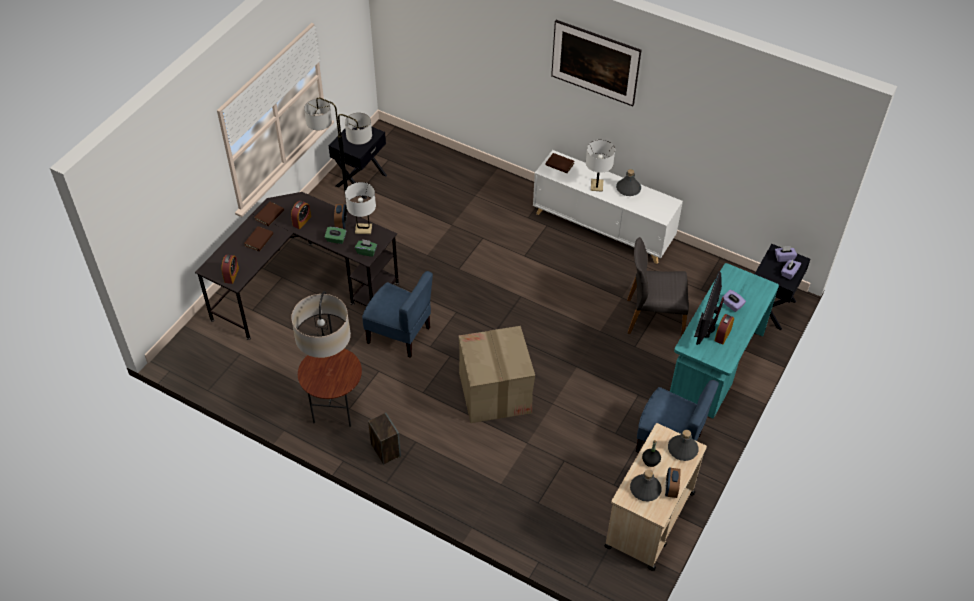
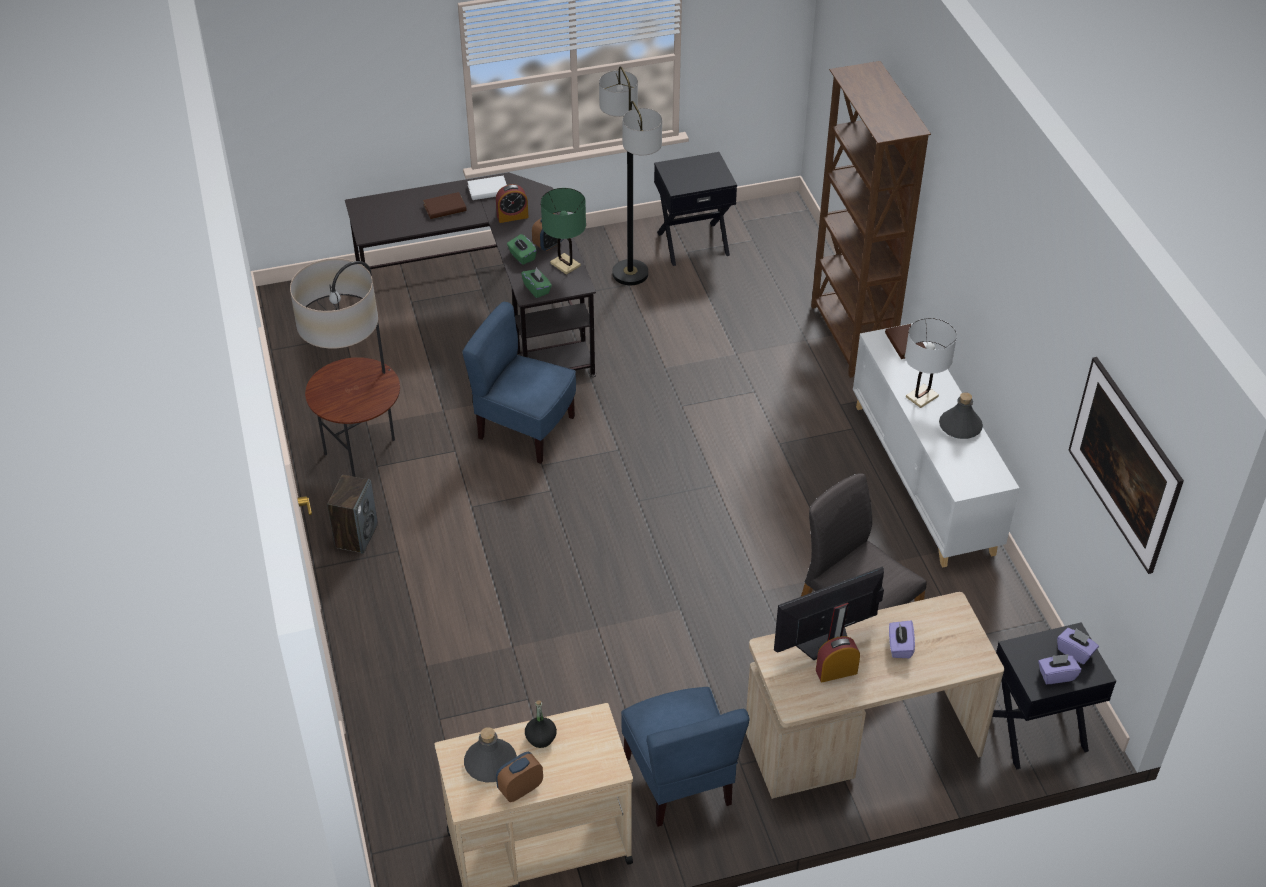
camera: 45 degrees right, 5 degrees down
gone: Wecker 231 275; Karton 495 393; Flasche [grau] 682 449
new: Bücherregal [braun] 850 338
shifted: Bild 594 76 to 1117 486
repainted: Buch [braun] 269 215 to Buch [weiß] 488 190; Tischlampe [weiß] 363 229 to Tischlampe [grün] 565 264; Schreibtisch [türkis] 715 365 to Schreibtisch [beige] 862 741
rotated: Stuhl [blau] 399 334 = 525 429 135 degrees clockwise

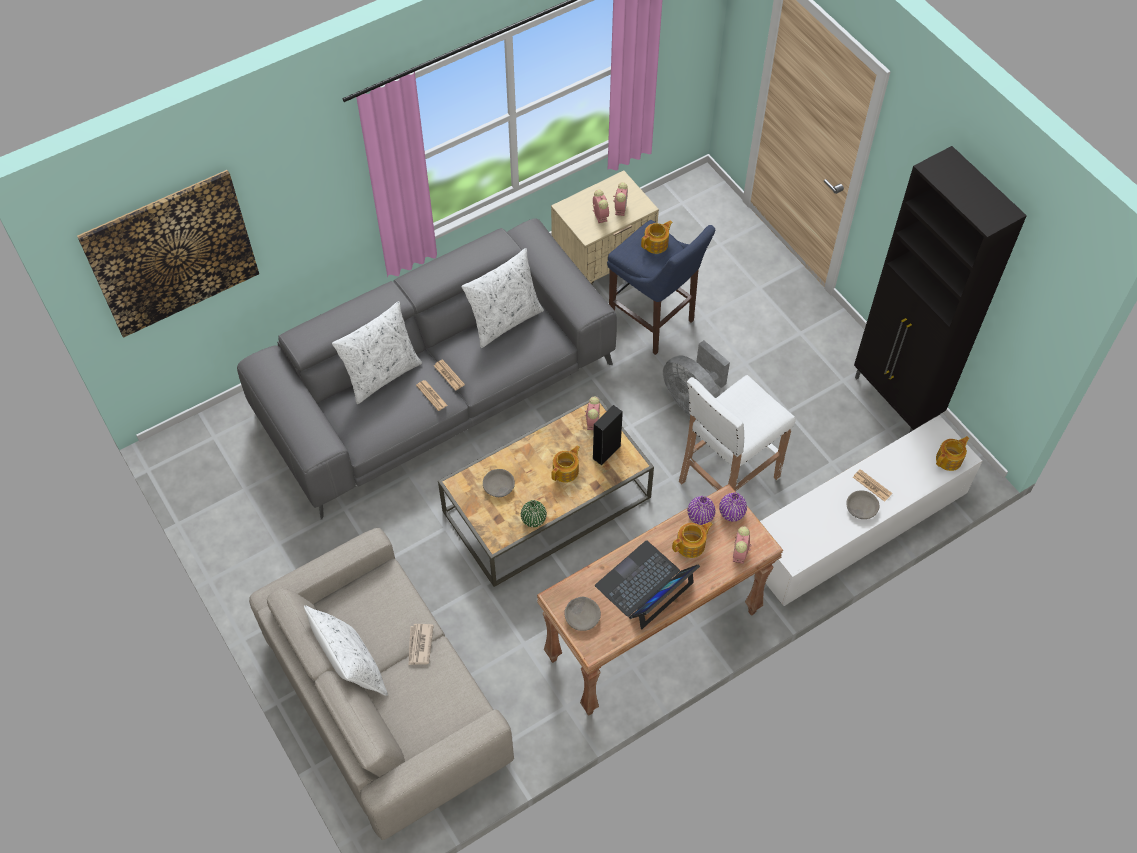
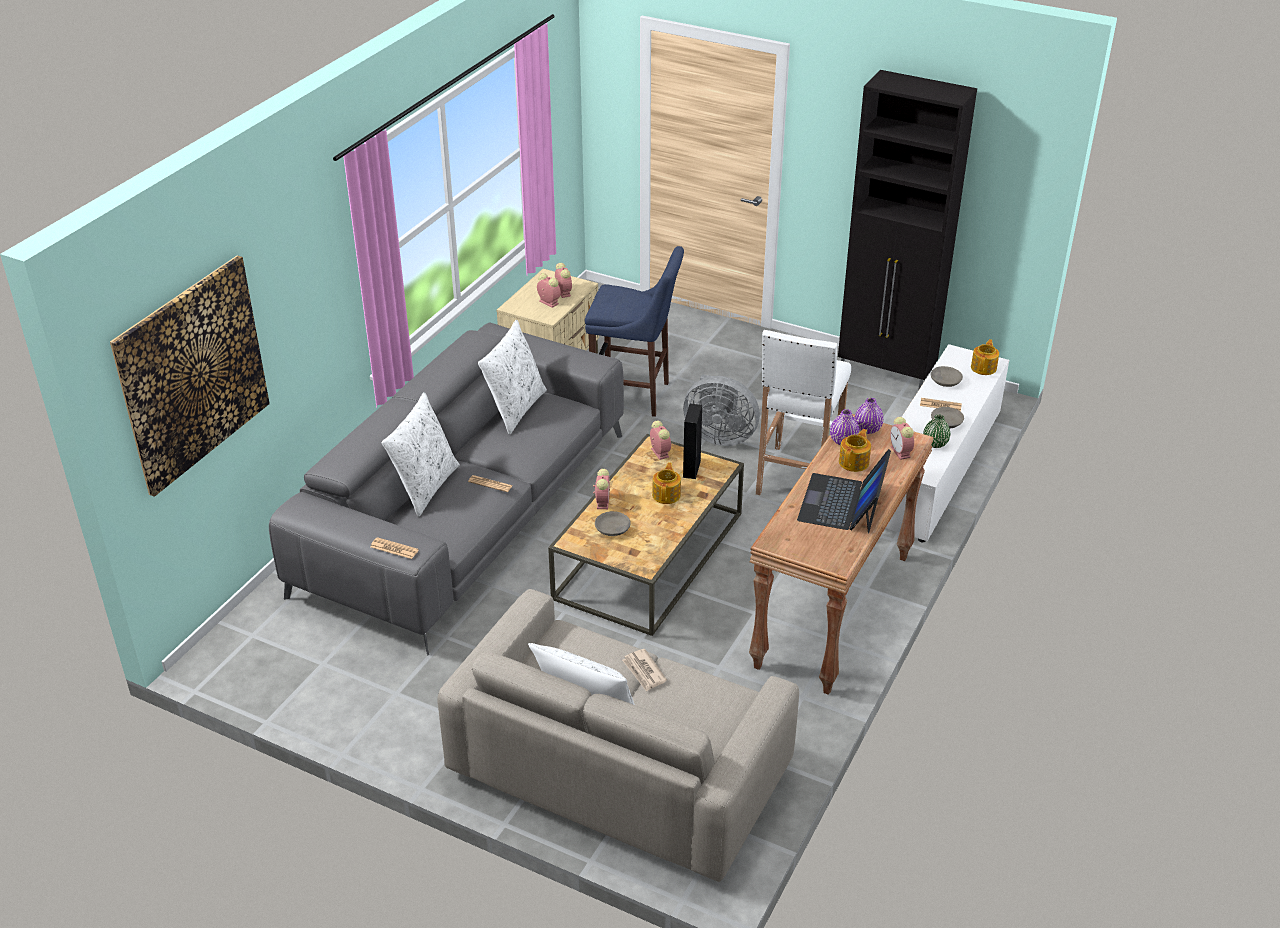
camera: 30 degrees left, 20 degrees down
gone: Teekanne 656 244
new: Wecker 602 501
shifted: Zeitung 449 375 to 394 549; Vase [grün] 533 519 to 935 443; Schüssel [grau] 582 616 to 945 381

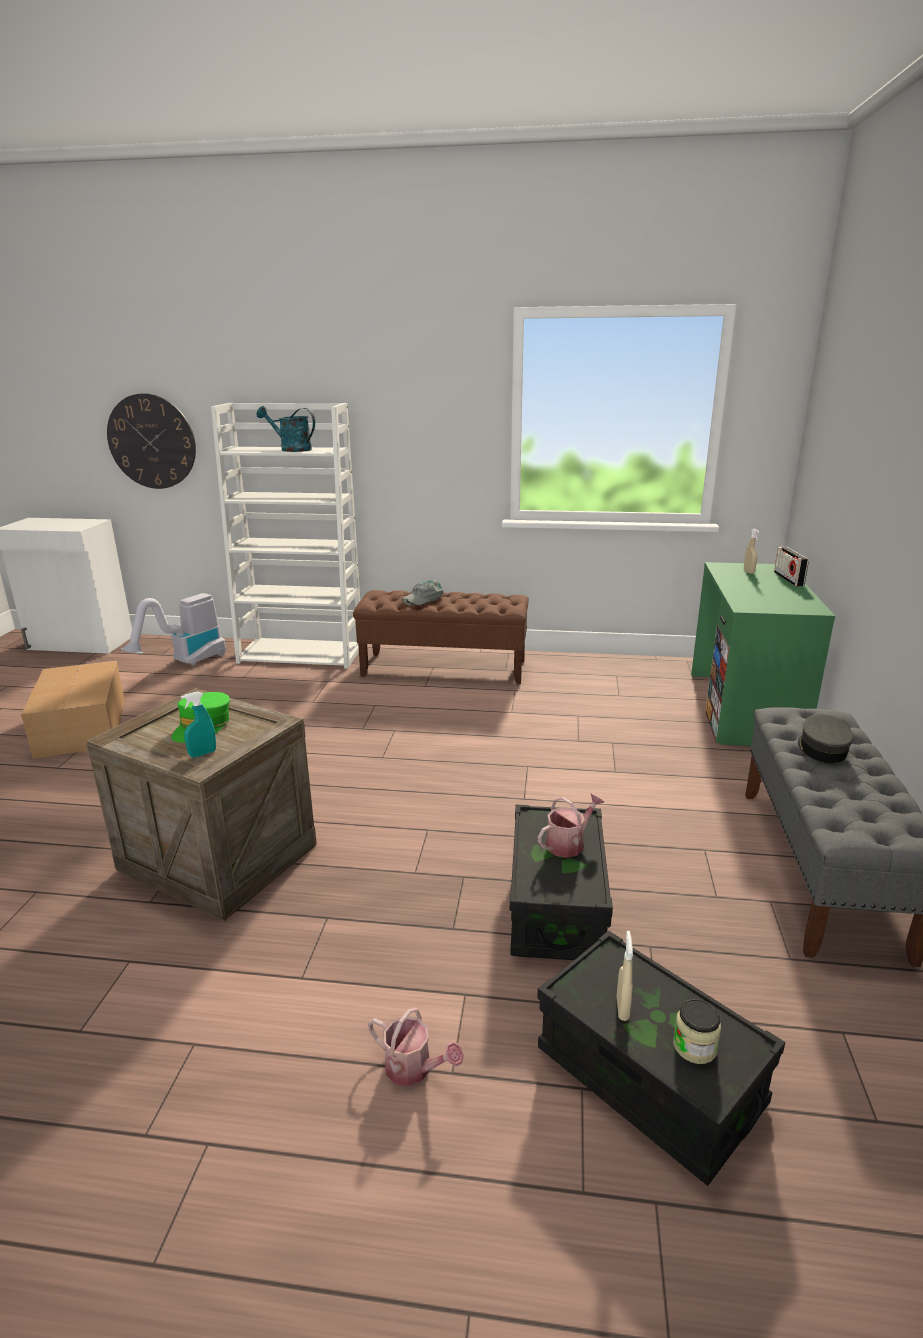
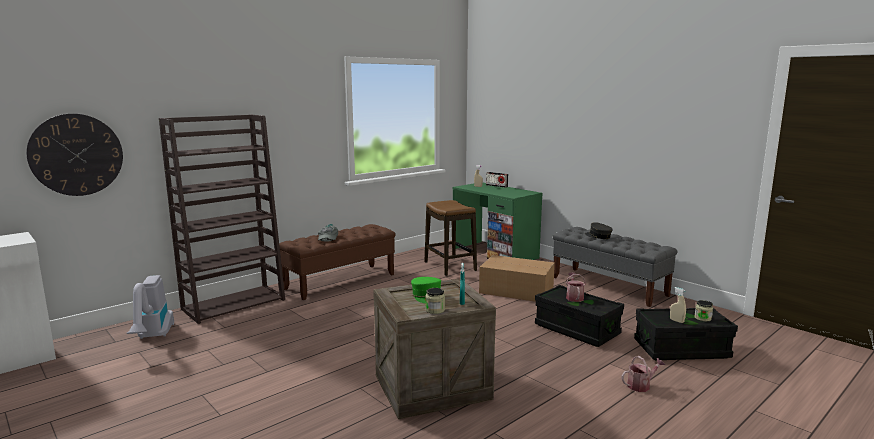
camera: 50 degrees left, 10 degrees down
gone: Gießkanne [türkis] 291 449
new: Hocker 449 266; Vorratsglas 435 310
shifted: Karton 81 728 to 517 291
repainted: Bücherregal [weiß] 303 654 to Bücherregal [braun] 234 304

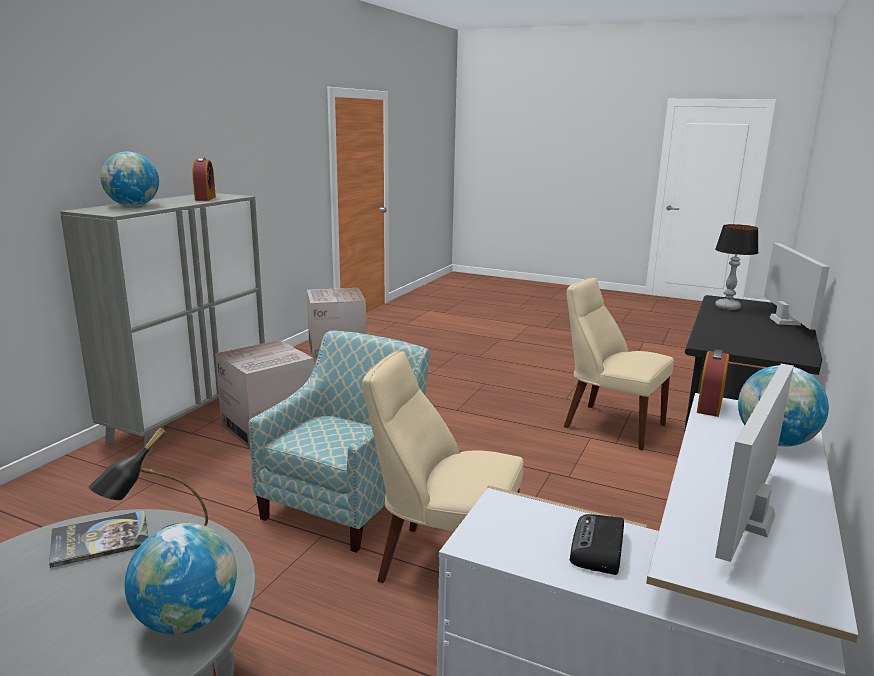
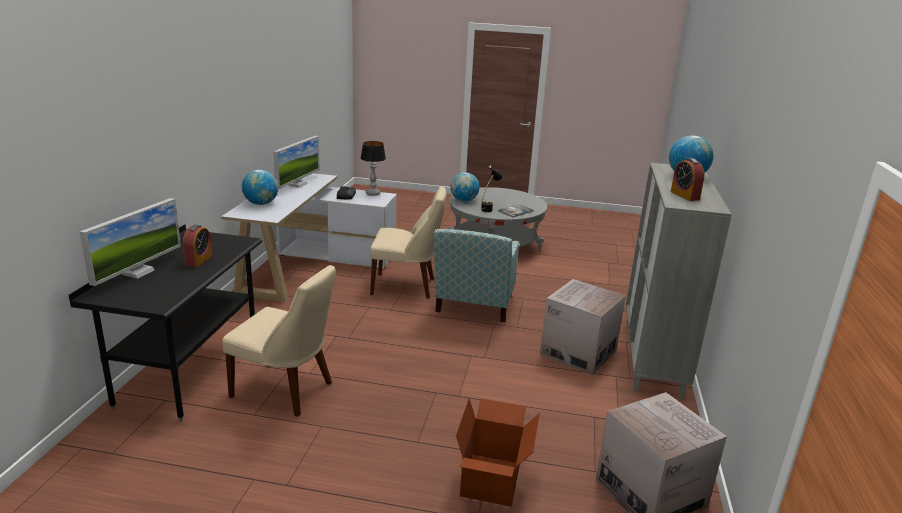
camera: 165 degrees right, 5 degrees up
new: Karton 492 480
shifted: Wecker 709 406 to 199 260; Tischlampe 727 307 to 373 193
rotated: Monitor 784 321 = 138 272 150 degrees counterclockwise

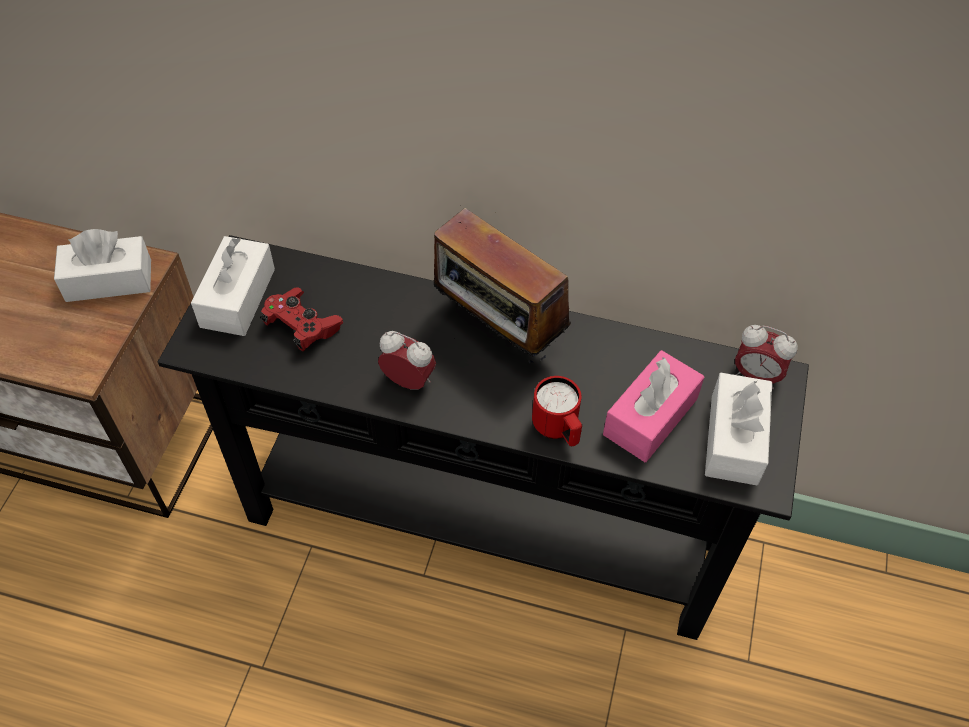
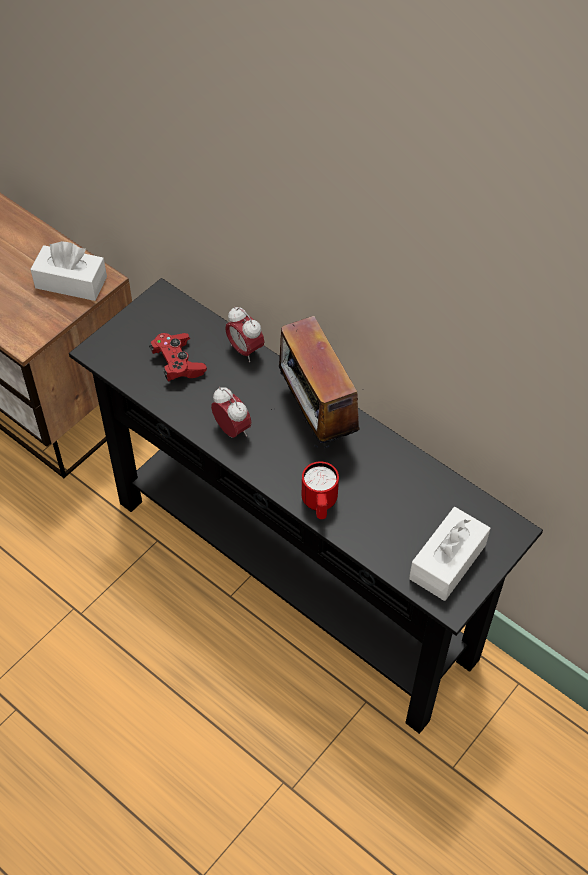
camera: 25 degrees right, 0 degrees up
gone: Taschentuchbox [weiß] 238 298; Taschentuchbox [rosa] 650 417
shifted: Wecker 756 376 to 245 350

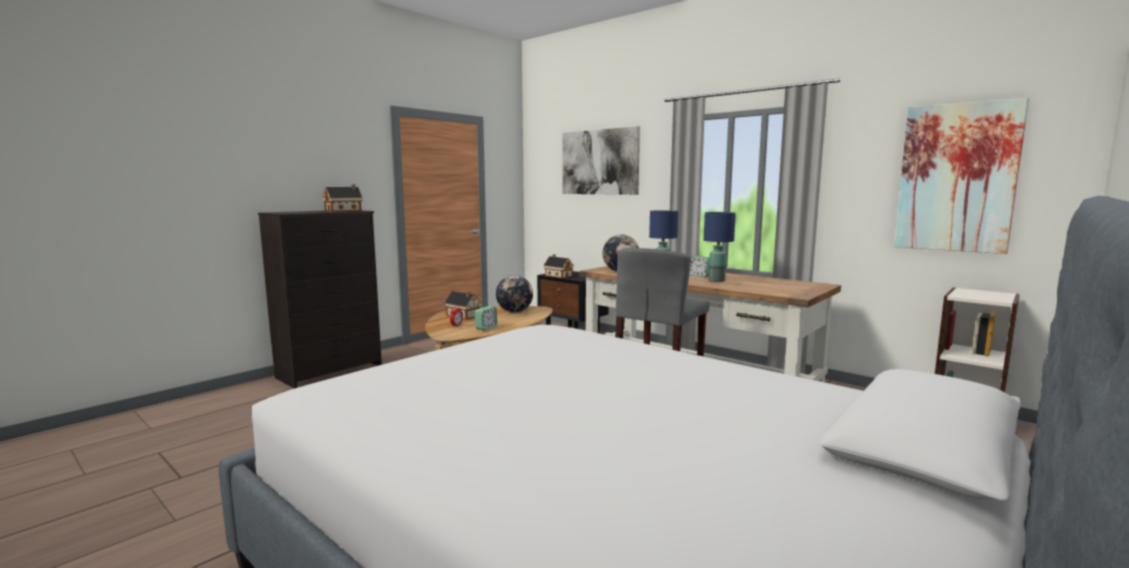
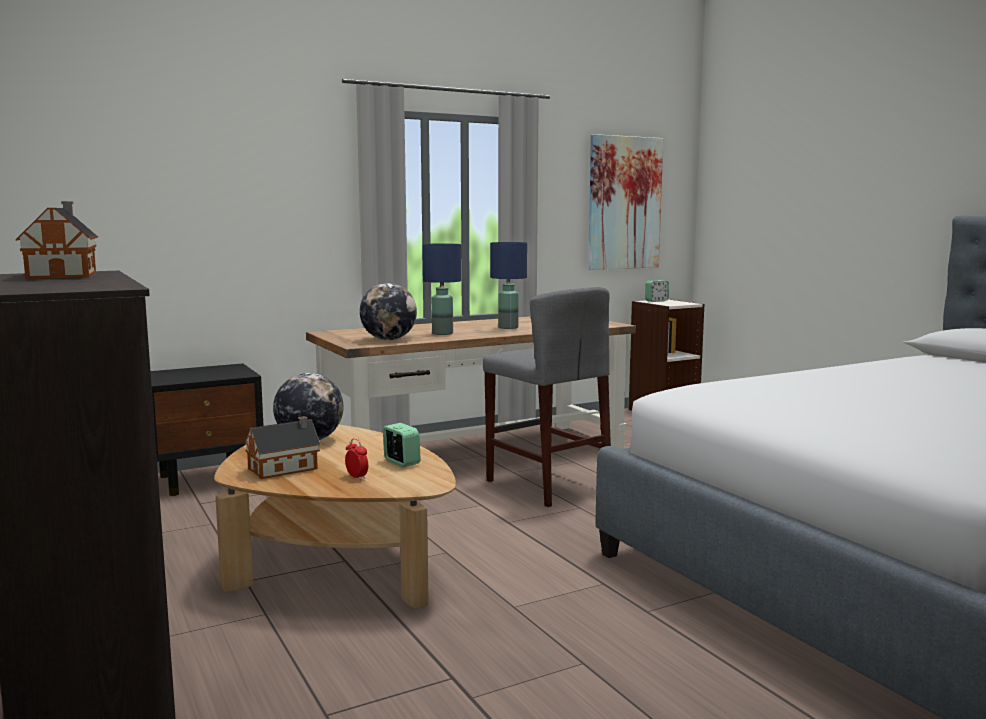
camera: 70 degrees left, 0 degrees up
gone: Spielzeughaus 558 275; Bild 599 162
shifted: Wecker 699 275 to 656 301

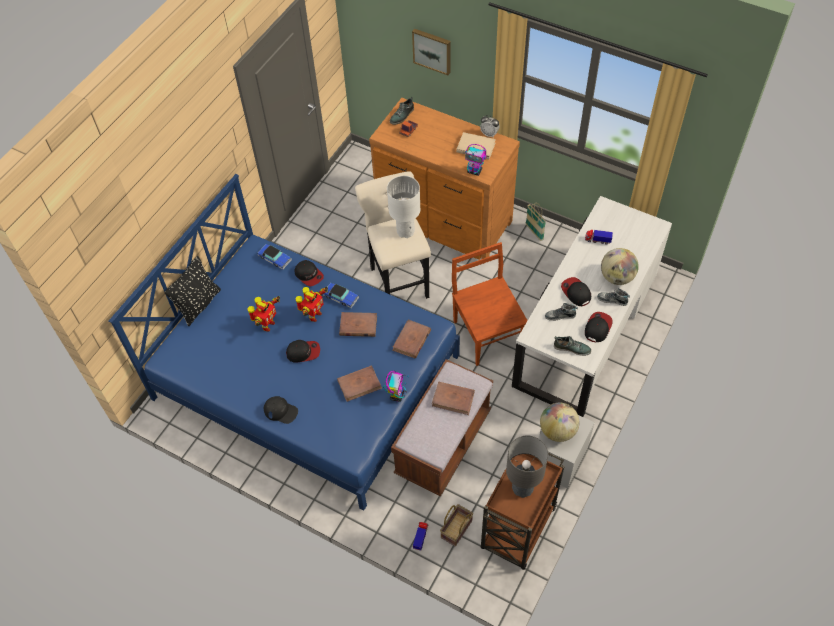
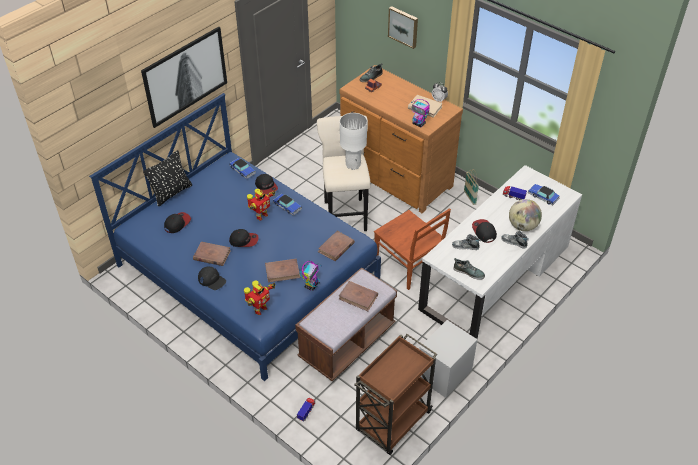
camera: 10 degrees right, 10 degrees down
gone: Korb 456 530; Tischlampe [grau] 522 487; Globus 557 430
new: Bild 185 76; Spielzeugauto 543 196
shifted: Spielzeugroboter 267 325 to 259 309; Buch [braun] 358 326 to 212 255; Kappe 597 328 to 177 223
rotated: Stuhl [braun] 487 333 = 408 265 150 degrees clockwise

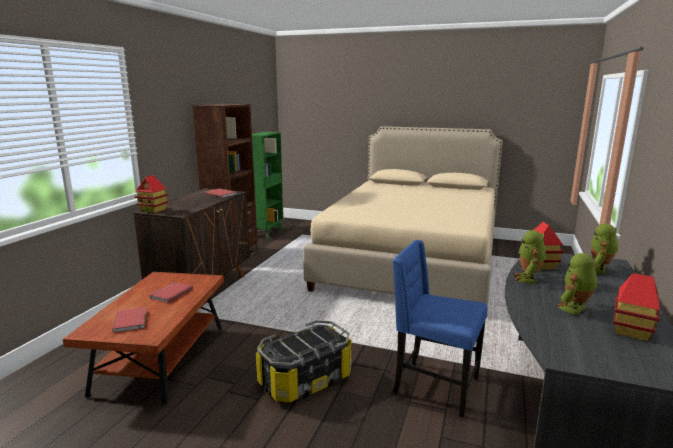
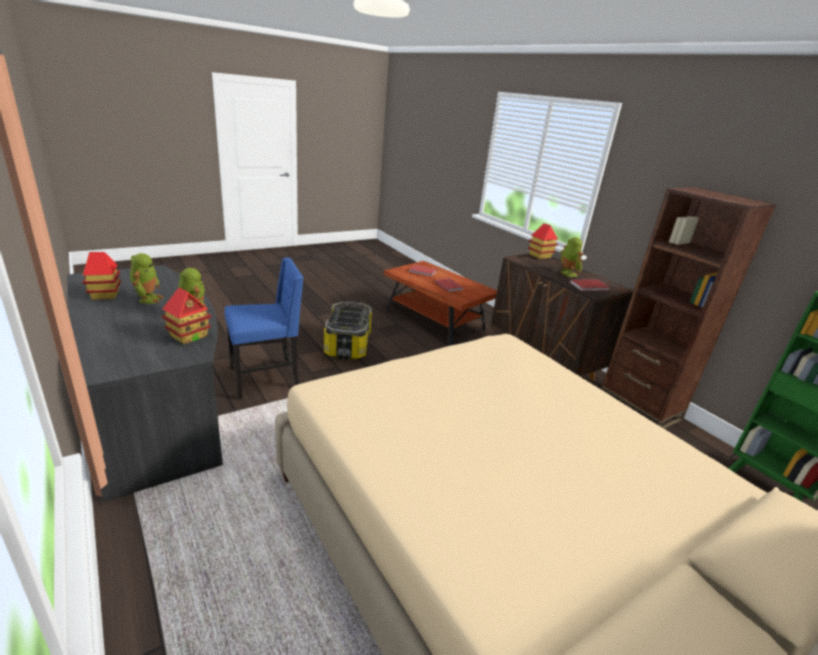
camera: 125 degrees right, 10 degrees up
shifted: Spielzeugroboter 599 270 to 566 274

